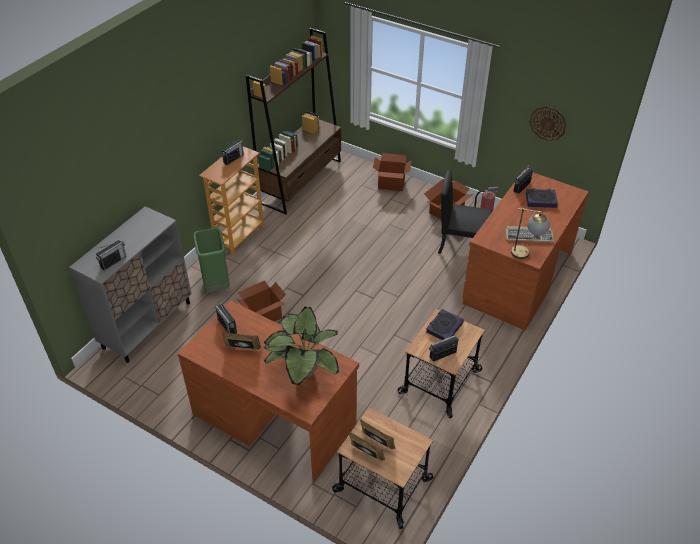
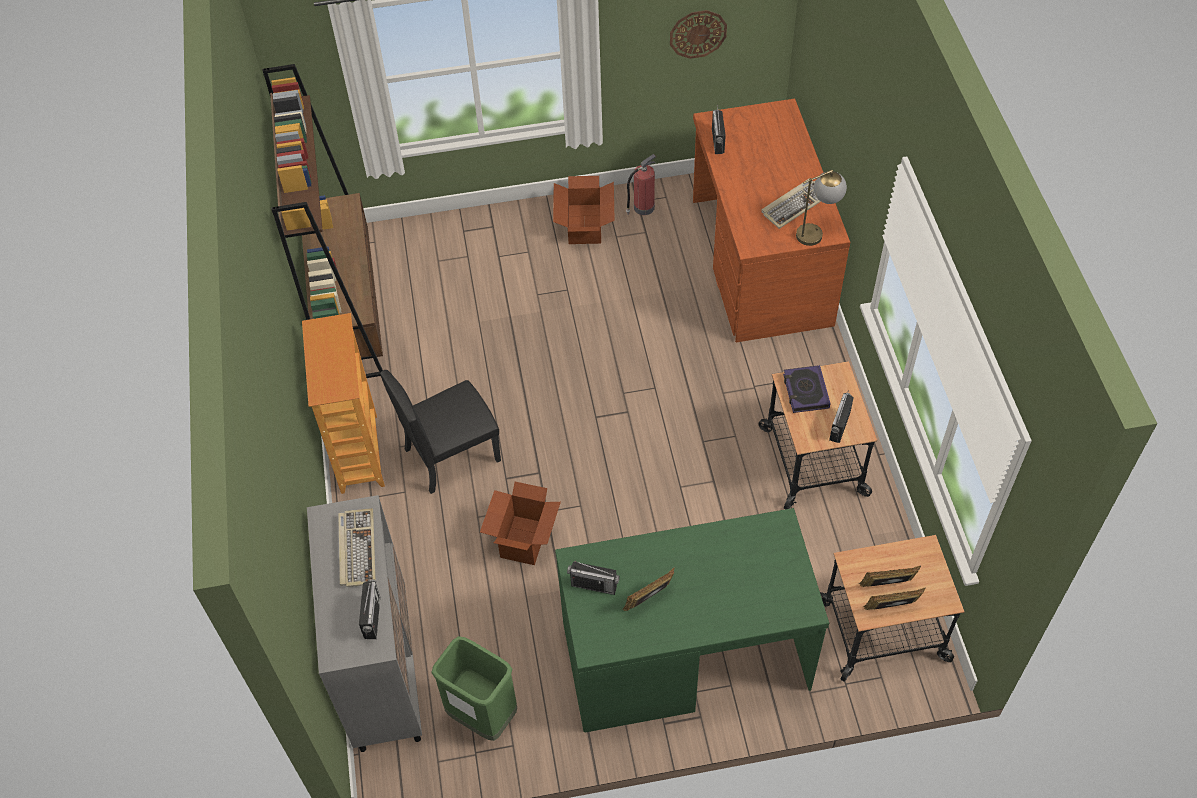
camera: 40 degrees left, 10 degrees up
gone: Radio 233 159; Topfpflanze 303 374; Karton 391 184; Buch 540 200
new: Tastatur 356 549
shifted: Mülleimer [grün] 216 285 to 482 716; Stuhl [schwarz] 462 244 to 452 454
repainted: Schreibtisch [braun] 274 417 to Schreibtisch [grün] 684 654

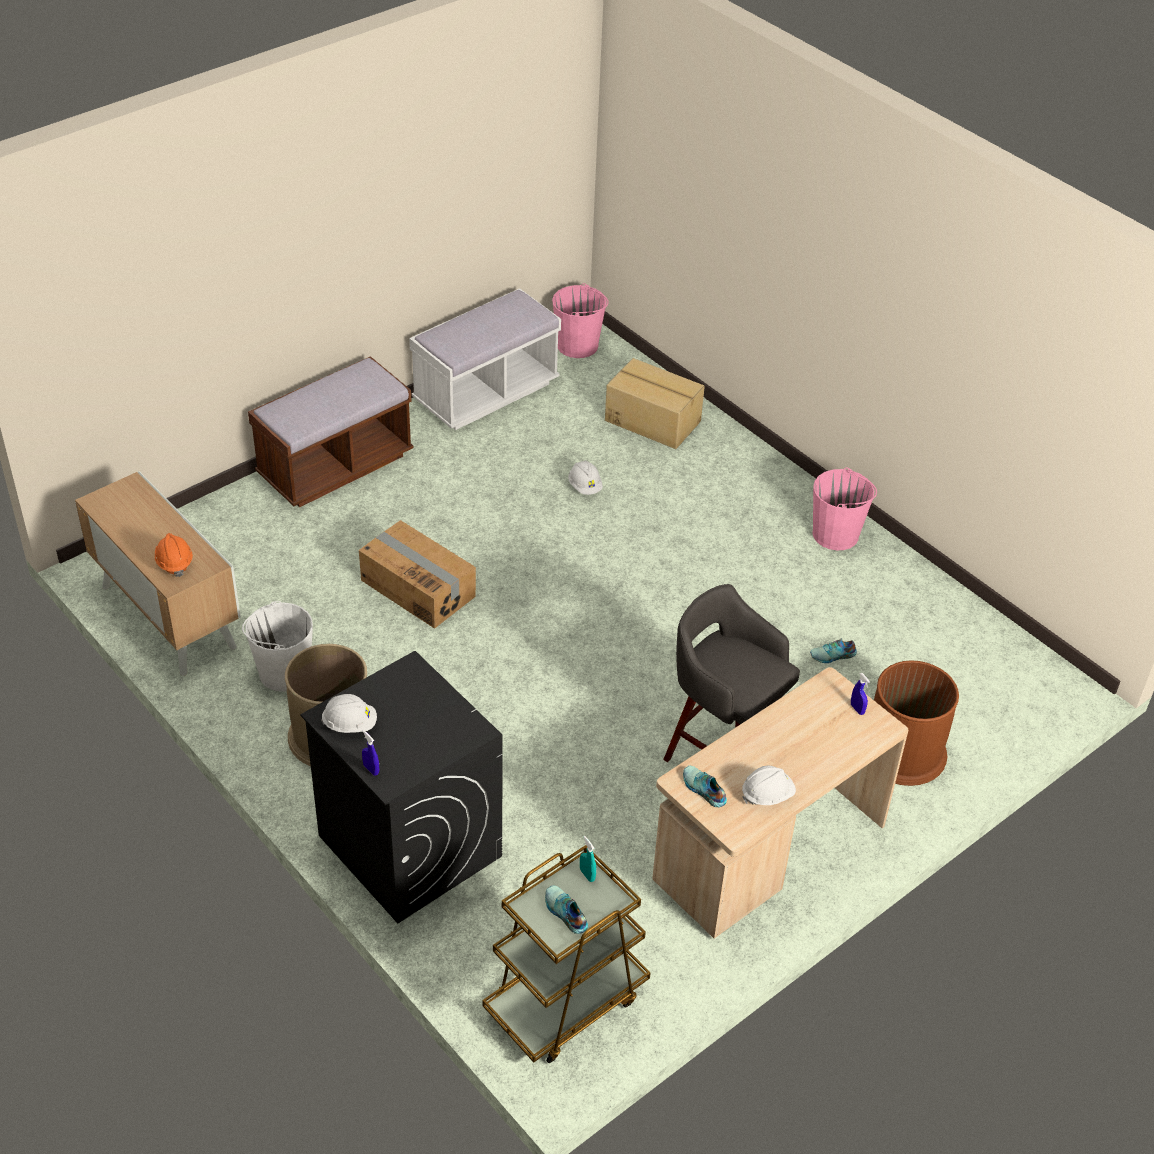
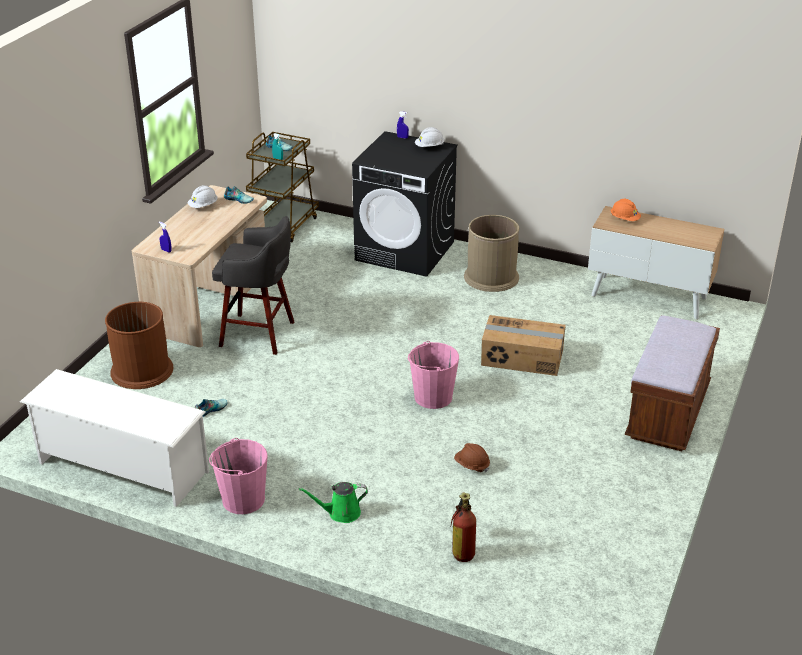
camera: 155 degrees right, 10 degrees down
gone: Eimer [weiß] 284 672; Bank [weiß] 486 393
new: Schuhregal [weiß] 122 467; Gießkanne [grün] 341 513
shifted: Eimer [rosa] 578 345 to 432 397
swapped: Karton 653 420 to Feuerlöscher 463 548
repainted: Schutzhelm [weiß] 585 487 to Schutzhelm [braun] 472 465

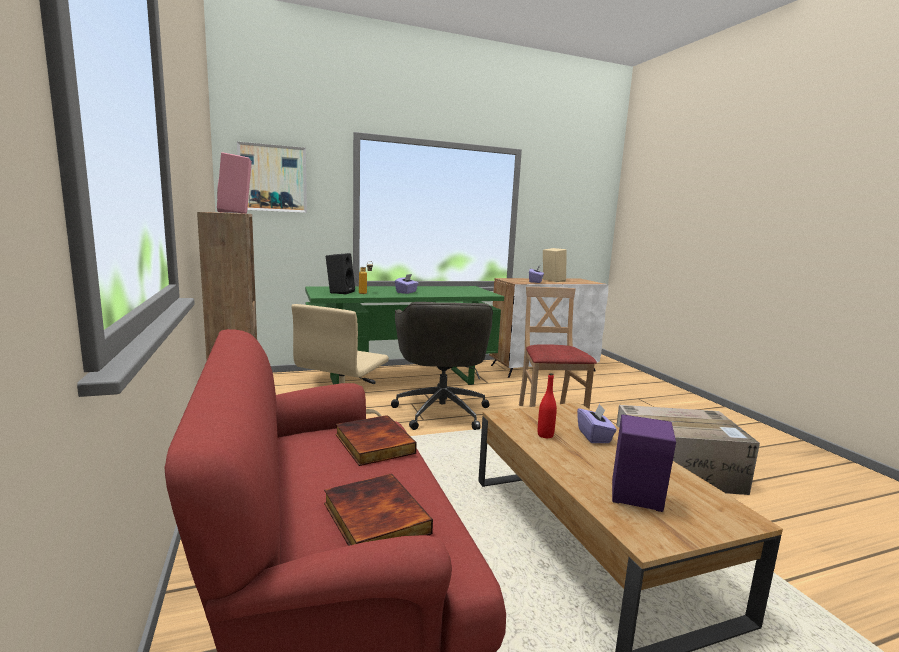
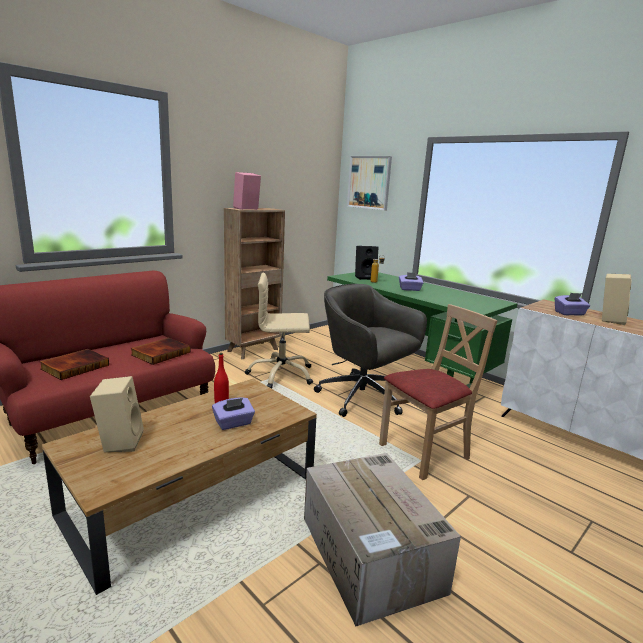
camera: 65 degrees right, 5 degrees up
repainted: Lautsprecher [lila] 634 500 to Lautsprecher [beige] 120 441
rotated: Bürostuhl [grau] 441 411 = 364 398 75 degrees clockwise

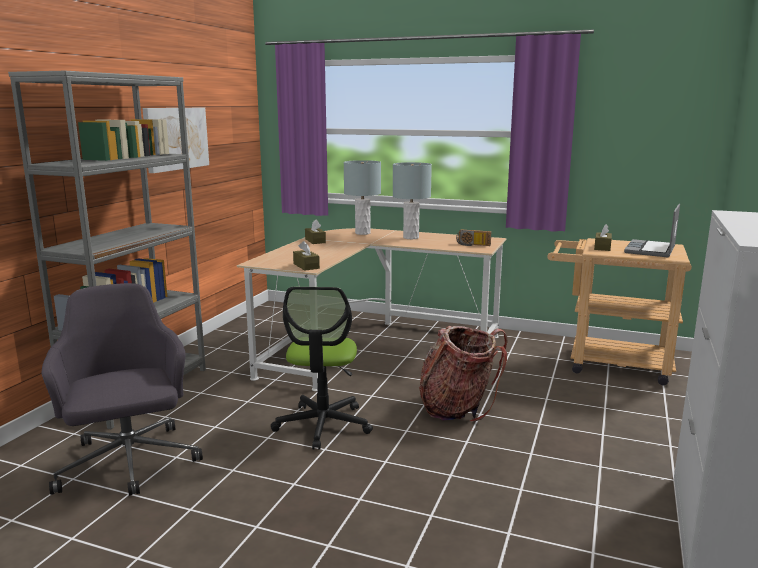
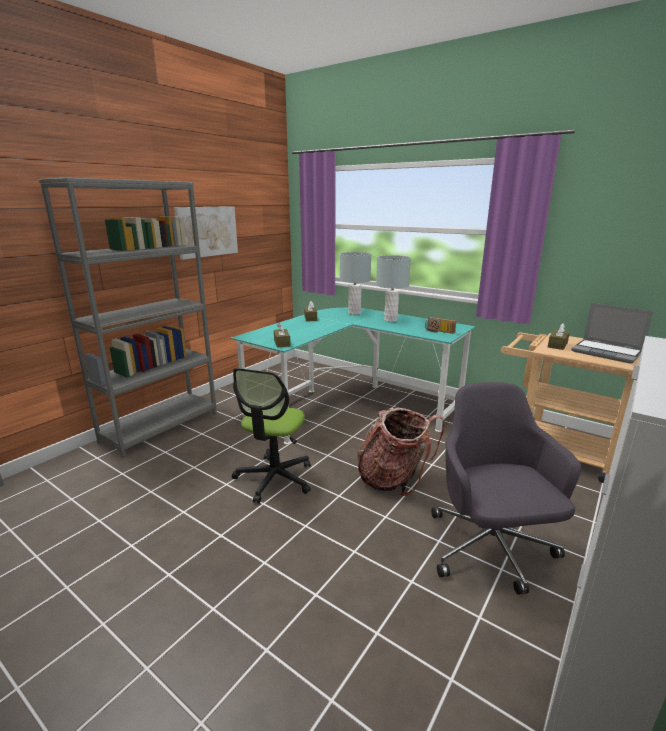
camera: 15 degrees right, 5 degrees up
shifted: Bürostuhl [grau] 129 464 to 490 549
repainted: Schreibtisch [beige] 371 346 to Schreibtisch [türkis] 351 406
rotated: Laptop 651 250 = 607 352 90 degrees counterclockwise

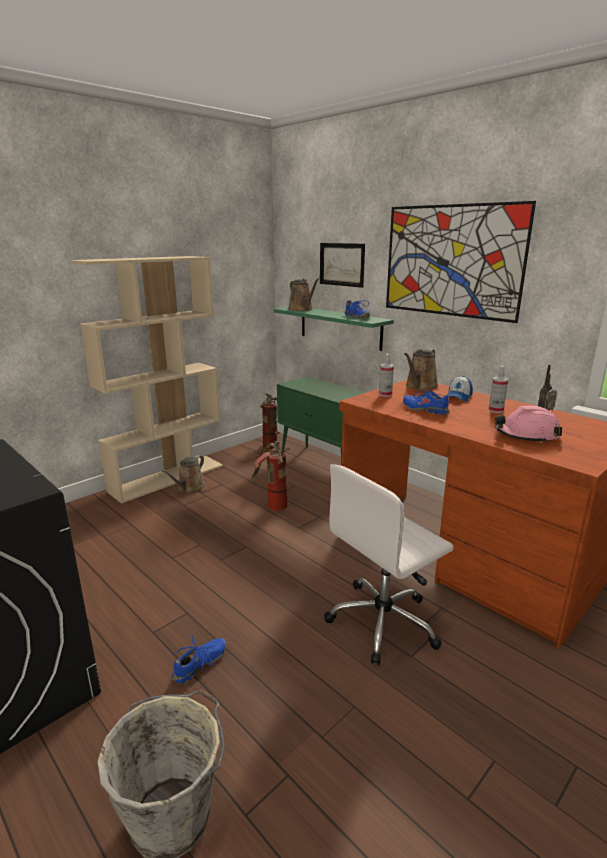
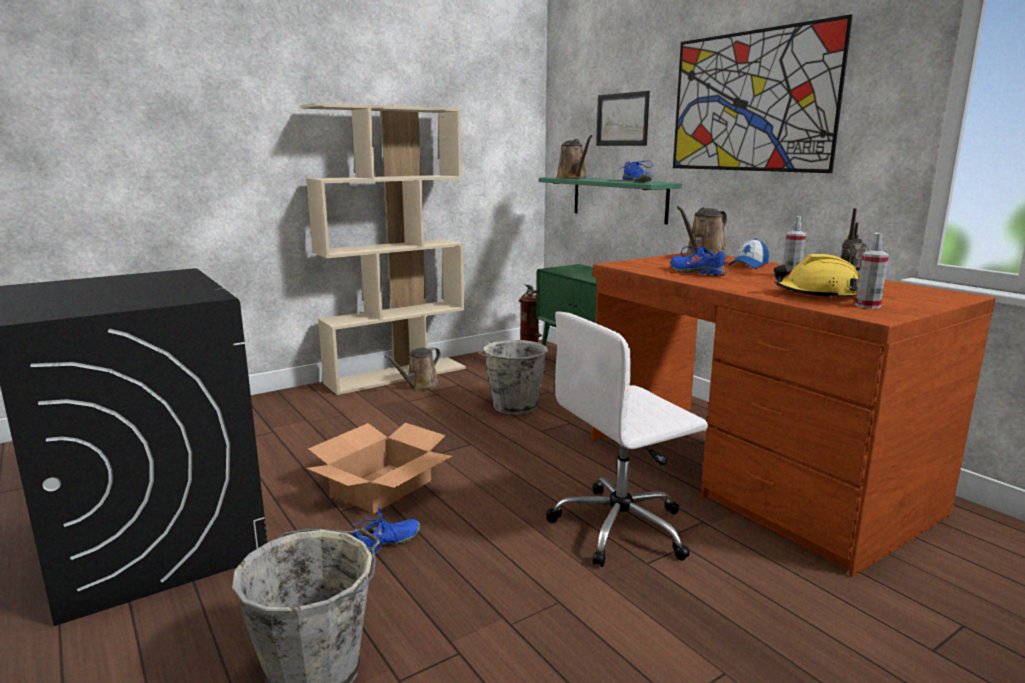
camera: 10 degrees right, 5 degrees down
new: Karton 381 487
shifted: Sprühflasche 385 394 to 867 306
swapped: Feuerlöscher 270 504 to Eimer [grau] 513 407
repainted: Schutzhelm [rosa] 526 436 to Schutzhelm [gelb] 817 294

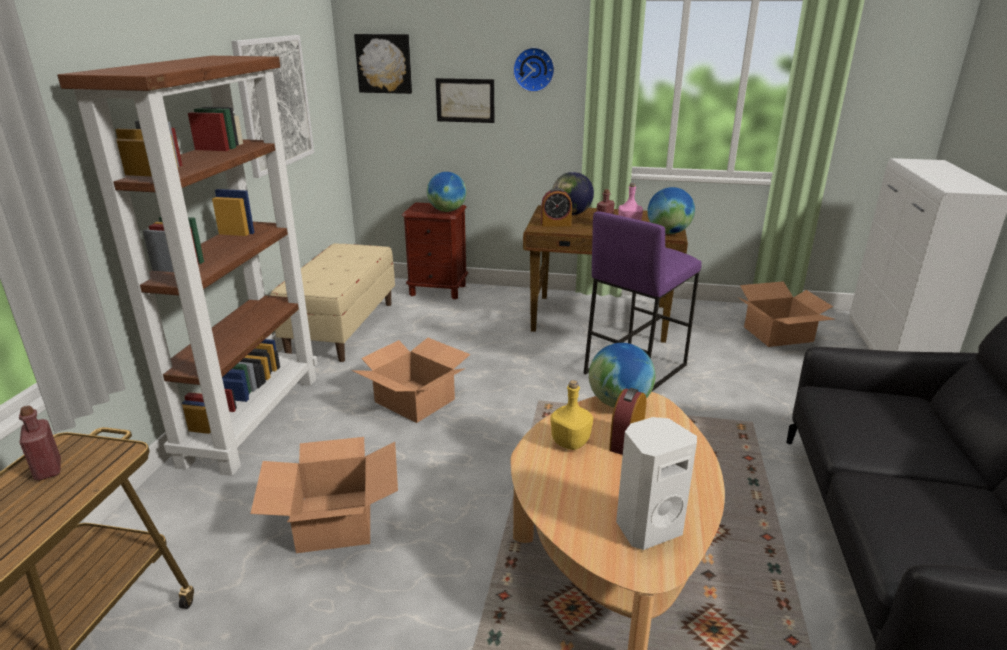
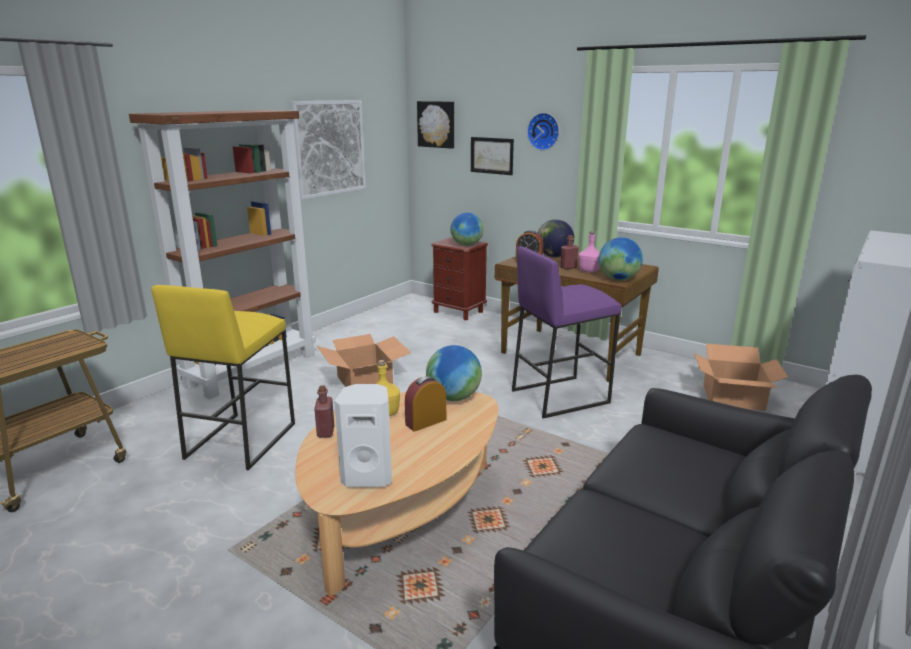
camera: 25 degrees right, 5 degrees down
gone: Bank [beige] 342 328
shifted: Flasche [rot] 48 470 to 325 432
swapped: Karton 334 521 to Hocker [gelb] 240 440

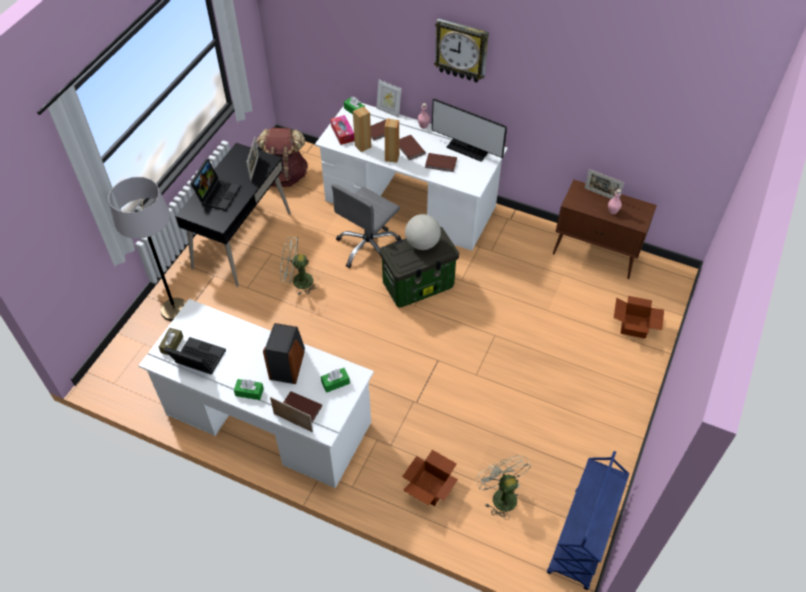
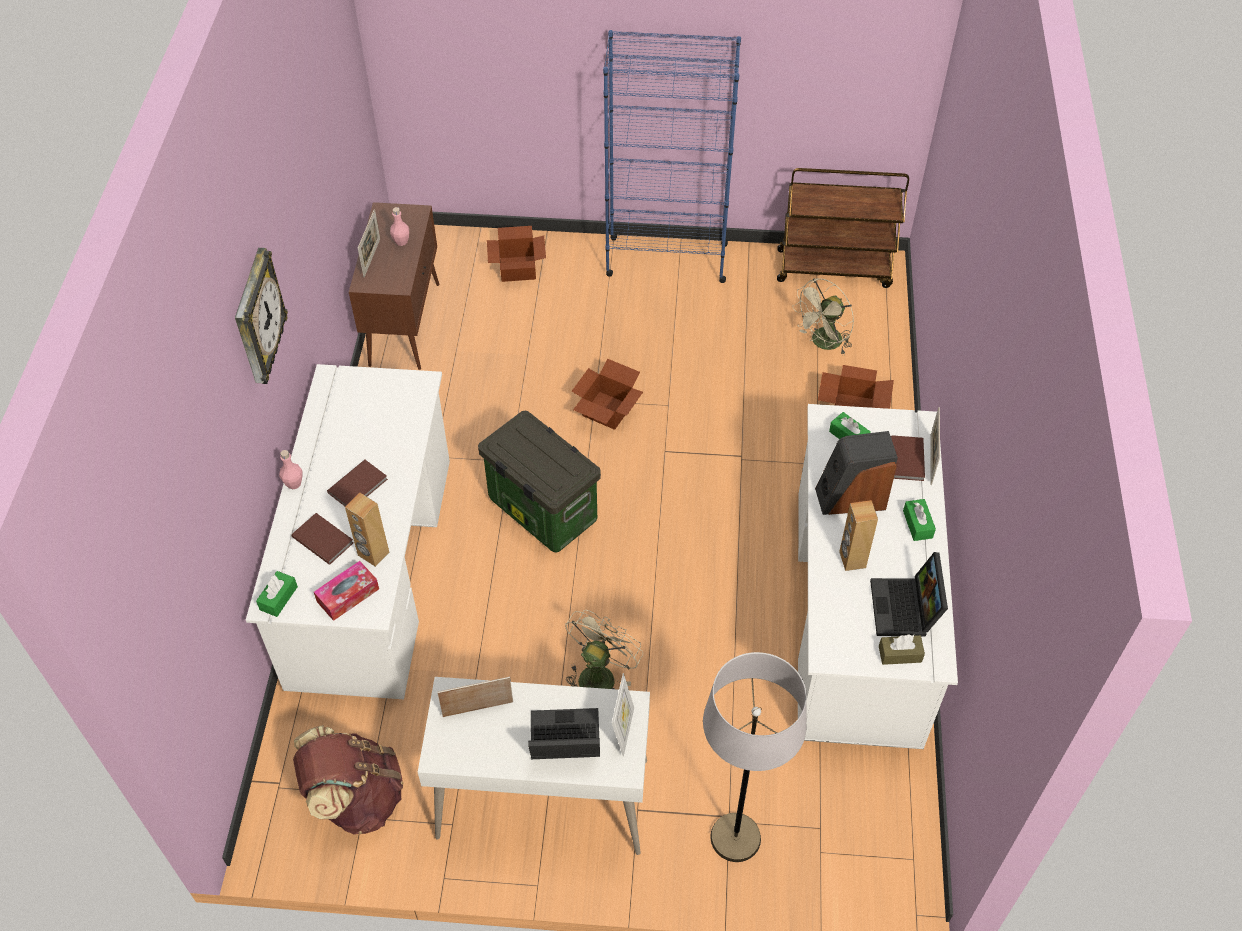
camera: 110 degrees left, 0 degrees up
gone: Bürostuhl [grau] 368 247; Globus 422 243; Buch [braun] 441 164; Monitor 468 149
new: Karton 606 411; Bücherregal [blau] 666 259
shifted: Bilderrahmen 388 111 to 623 730; Lautsprecher [braun] 392 157 to 852 559
repainted: Schreibtisch [schwarz] 242 240 to Schreibtisch [weiß] 542 800; Rollwagen [blau] 581 539 to Rollwagen [braun] 834 268
rotated: Ventilator [beige] 297 281 = 599 674 135 degrees counterclockwise

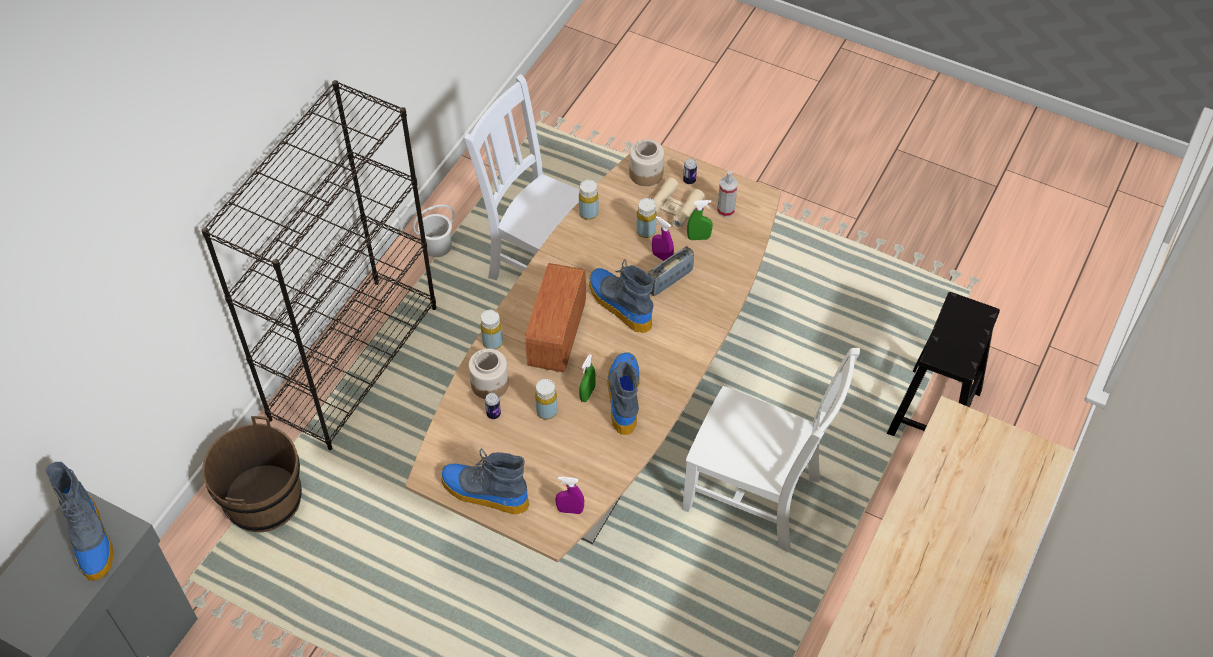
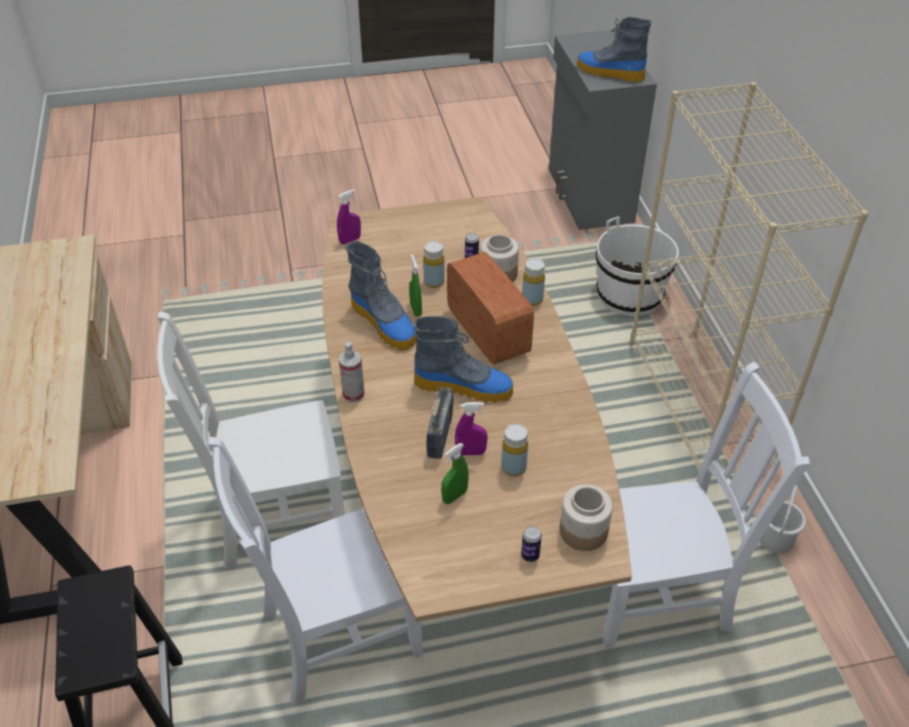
camera: 140 degrees right, 10 degrees down
gone: Stiefel 483 493; Flasche [gelb] 588 213; Fernglas [beige] 674 207
new: Stuhl [weiß] 335 634
shifted: Sprühflasche 725 210 to 353 394
repainted: Bücherregal [schwarz] 354 361 to Bücherregal [beige] 699 404; Eimer [braun] 263 499 to Eimer [weiß] 629 295

